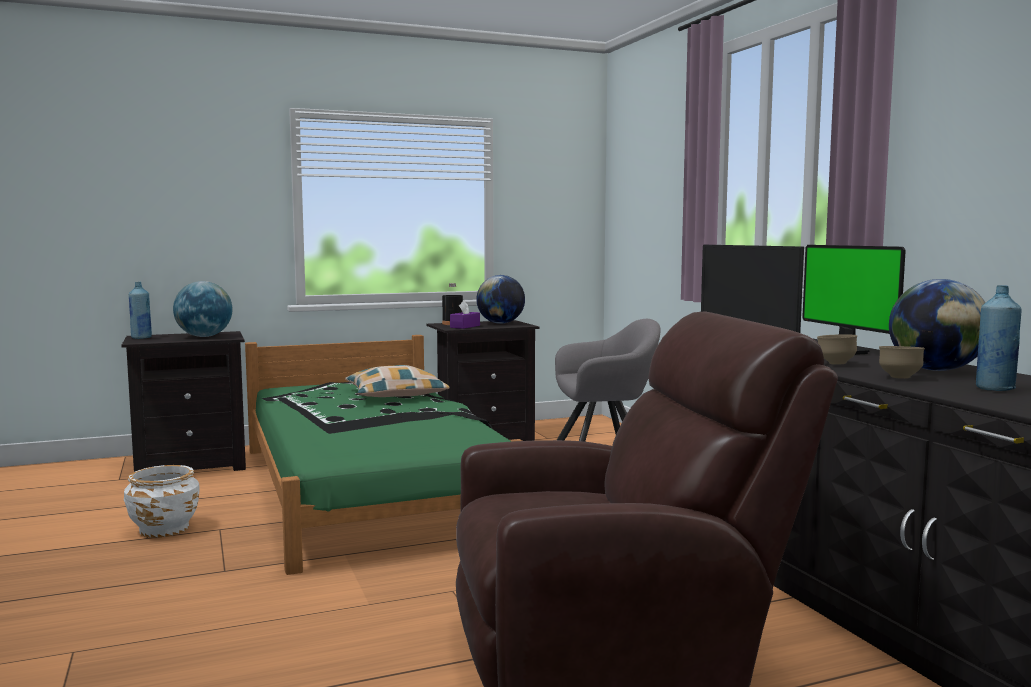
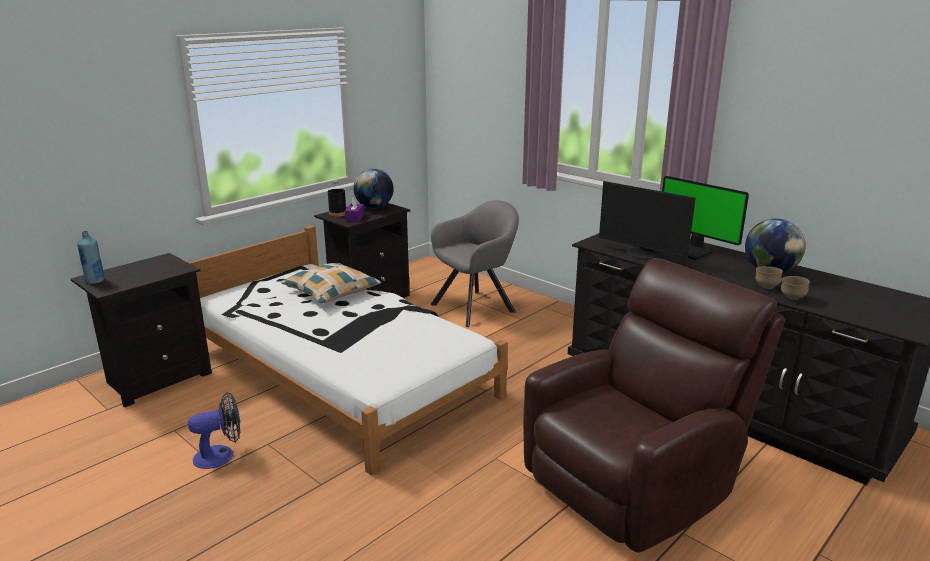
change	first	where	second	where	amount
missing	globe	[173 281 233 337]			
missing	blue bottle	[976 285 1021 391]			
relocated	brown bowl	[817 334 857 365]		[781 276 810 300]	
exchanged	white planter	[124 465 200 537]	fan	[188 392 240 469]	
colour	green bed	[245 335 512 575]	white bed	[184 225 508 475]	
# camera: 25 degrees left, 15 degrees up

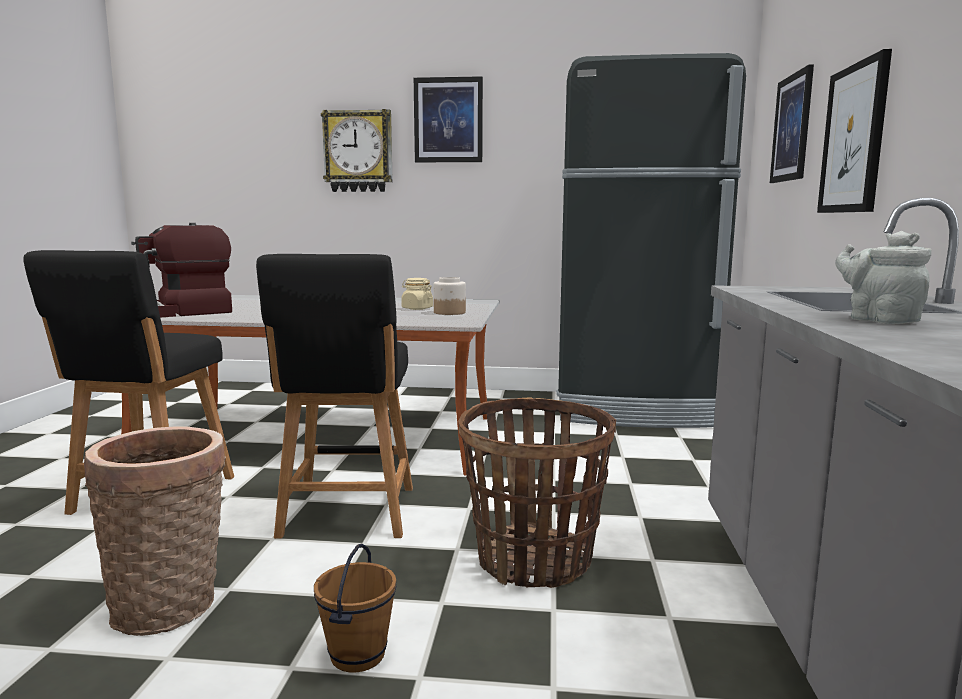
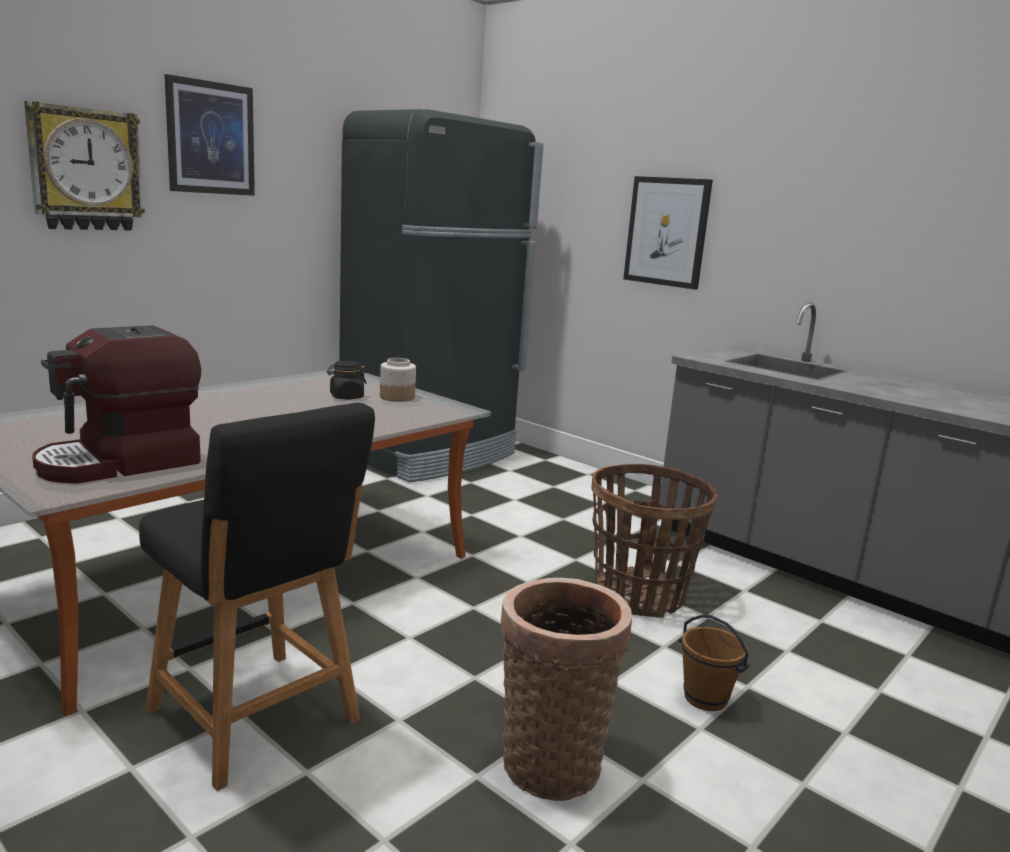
change	first	where	second	where	amount
missing	black stool	[256 254 413 539]			
missing	picture	[770 64 814 183]			
missing	grey teapot	[835 231 932 324]			
colour	beige jar	[401 278 433 310]	black jar	[327 361 367 399]	
spun	coffee machine	[131 223 232 317]		[32 325 201 484]	45 degrees clockwise
# camera: 55 degrees left, 5 degrees up

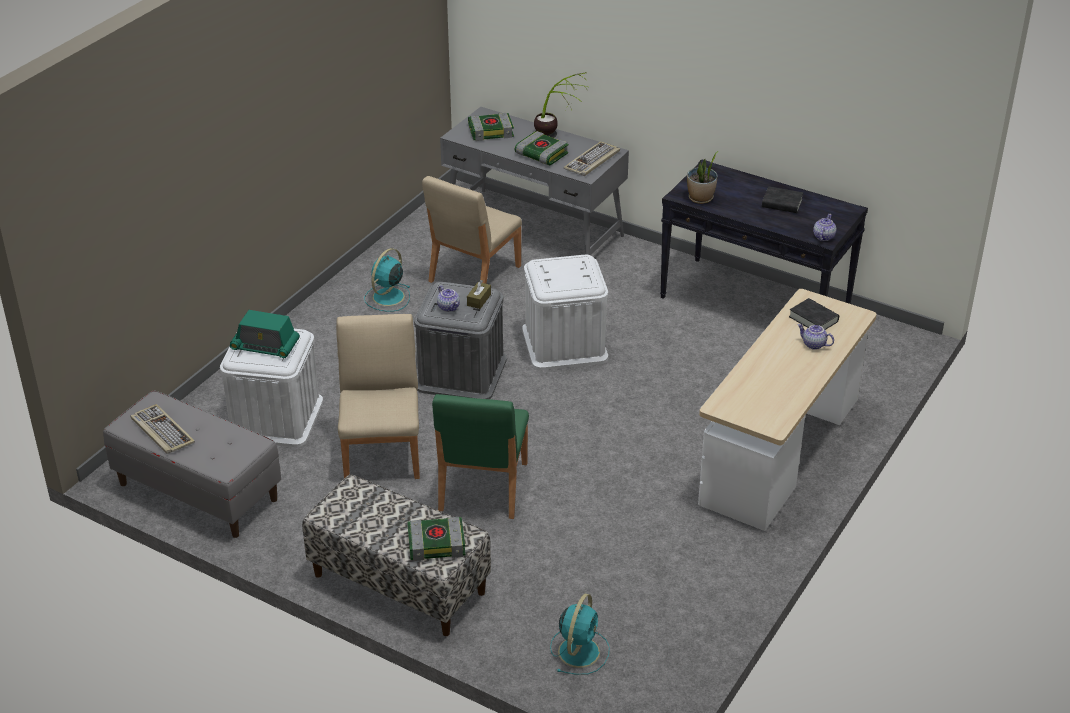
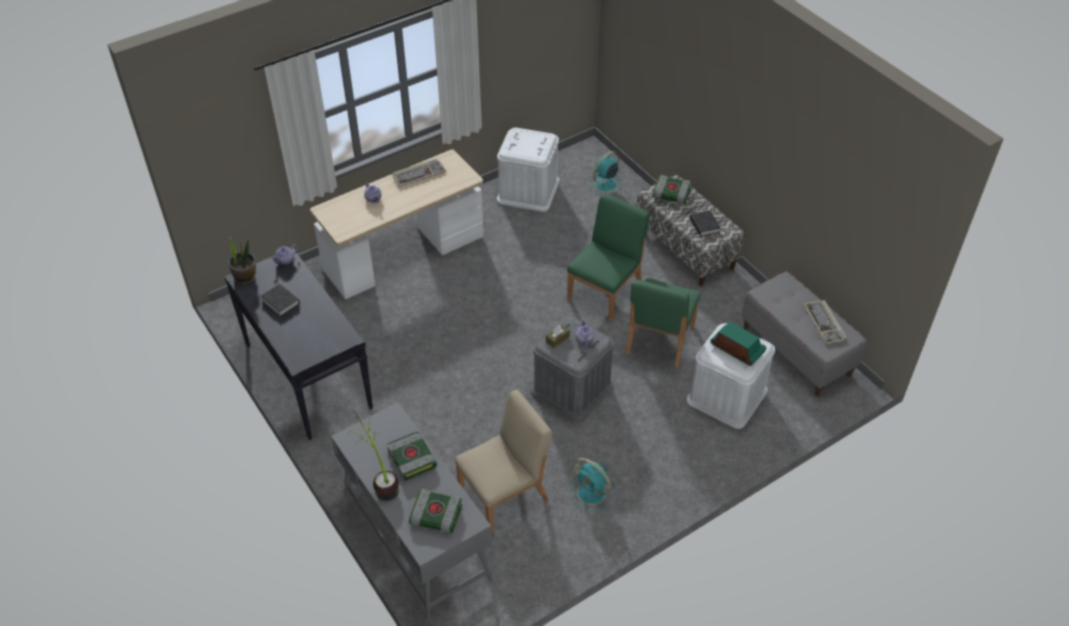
change	first	where	second	where	amount
relocated	white storage box	[522 255 608 370]		[497 128 560 212]	
relocated	keyboard	[564 141 620 176]		[393 159 446 187]	
relocated	potted plant	[687 151 718 204]		[229 237 256 284]	
relocated	black book	[789 298 839 330]		[690 210 721 237]	
colour	beige chair	[336 314 420 479]	green chair	[625 278 700 369]	
spun	turquoise fan	[364 248 410 312]		[569 458 615 512]	75 degrees clockwise
# camera: 155 degrees left, 10 degrees up

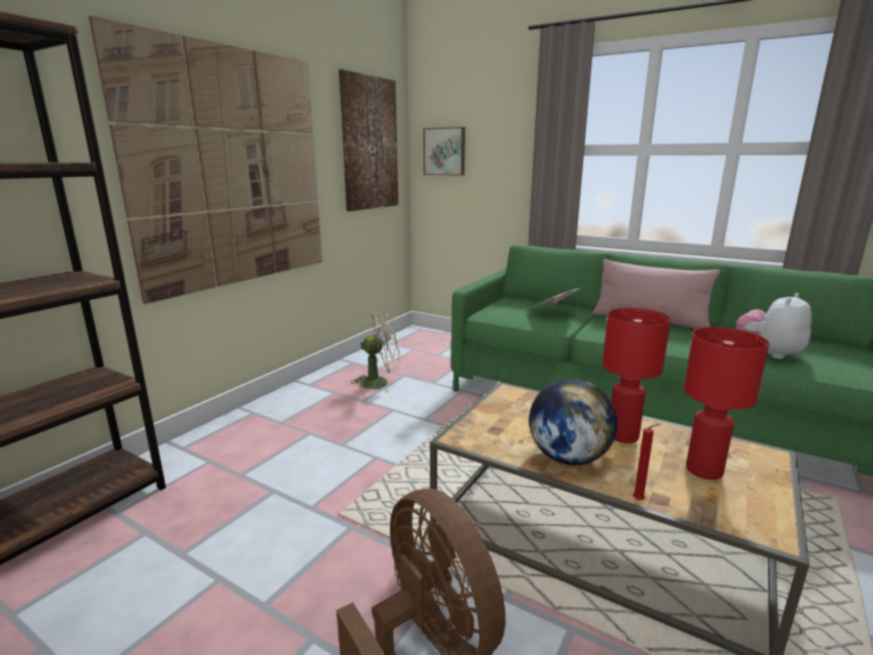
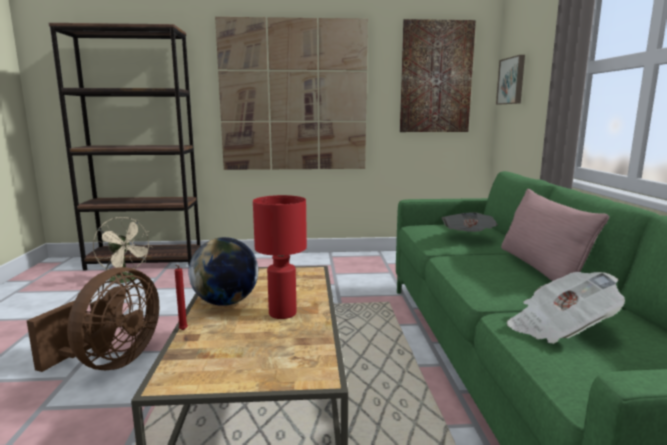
change	first	where	second	where	amount
missing	red table lamp	[684 327 769 480]			
relocated	beige fan	[351 311 401 392]		[93 217 153 287]	
exchanged	plush toy	[736 293 812 359]	newspaper	[507 272 625 344]	
# camera: 55 degrees right, 5 degrees down

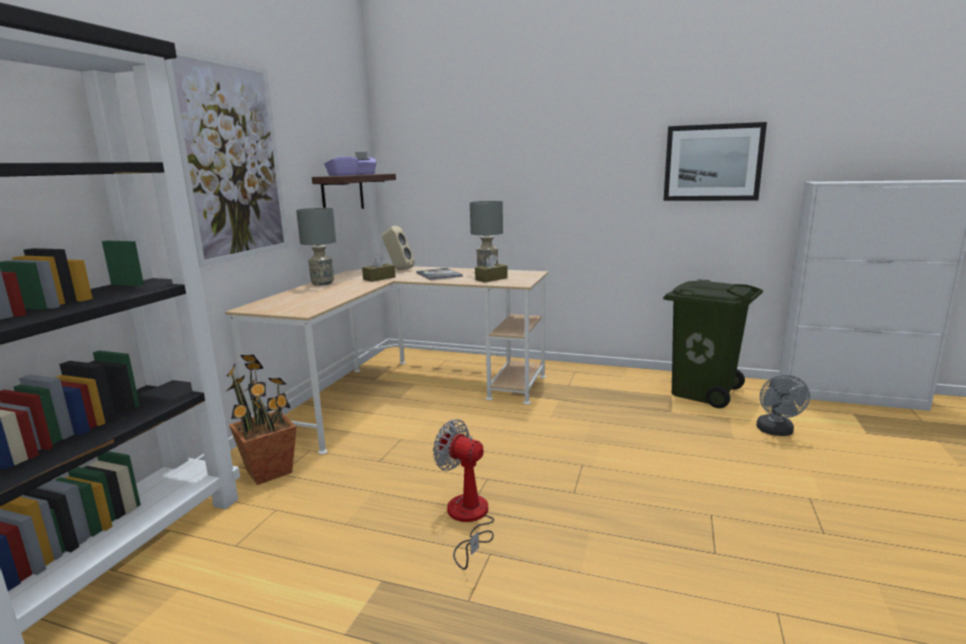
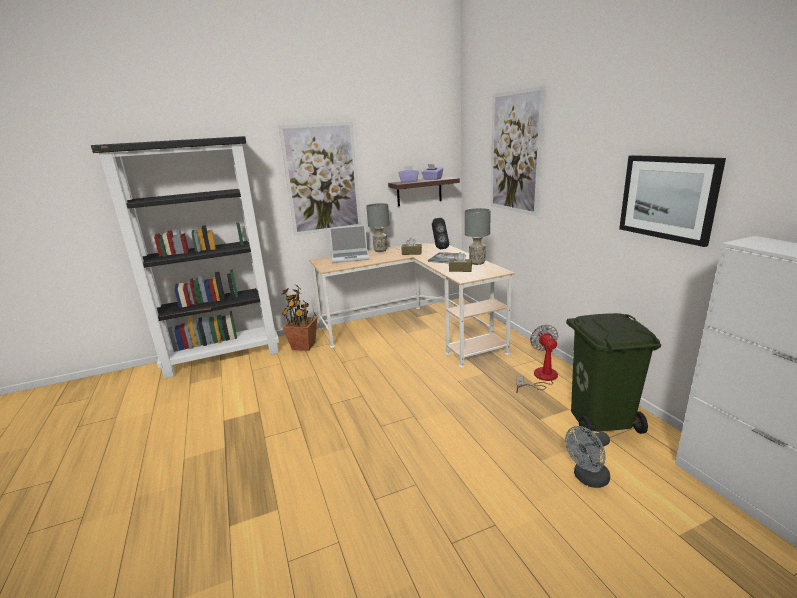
change	first	where	second	where	amount
appeared			laptop	[329 225 370 263]	
appeared			picture	[491 86 545 216]	
relocated	fan	[433 419 494 570]		[516 325 558 393]	
colour	beige speaker	[382 226 415 270]	black speaker	[432 218 449 249]	
# camera: 50 degrees right, 5 degrees up

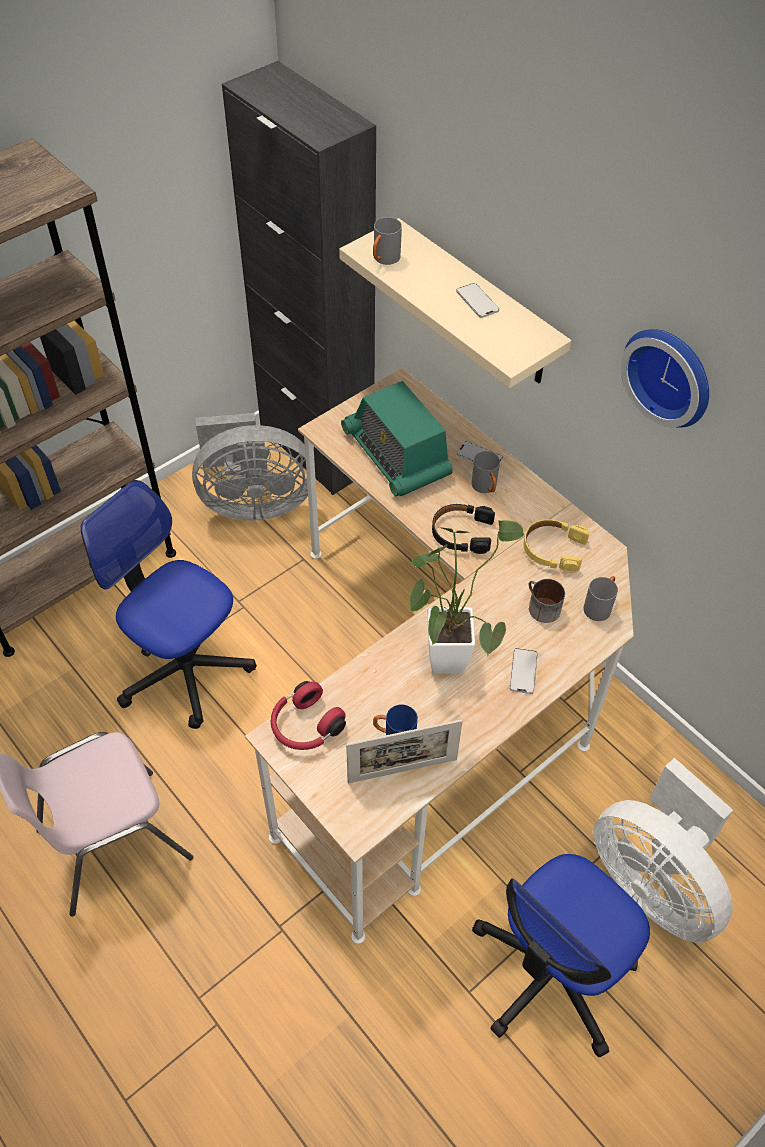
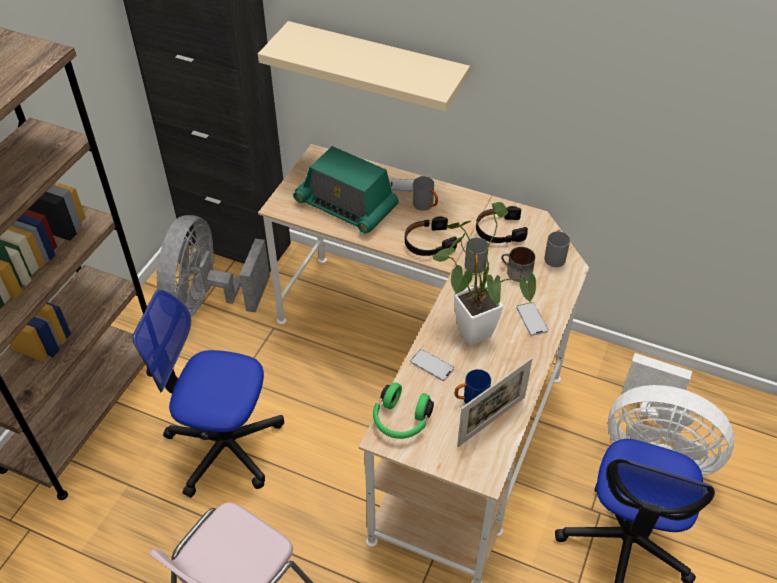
change	first	where	second	where	amount
missing	wall clock	[621 329 709 428]			
relocated	grey mug	[373 217 402 265]		[465 237 489 274]	
relocated	phone	[456 283 499 318]		[410 349 454 381]	
colour	red headphones	[271 681 346 750]	green headphones	[373 383 434 439]	
colour	yellow headphones	[524 519 589 573]	black headphones	[476 206 528 243]	
spun	grey fan	[192 413 308 521]		[157 215 270 317]	135 degrees clockwise
# camera: 25 degrees left, 5 degrees down

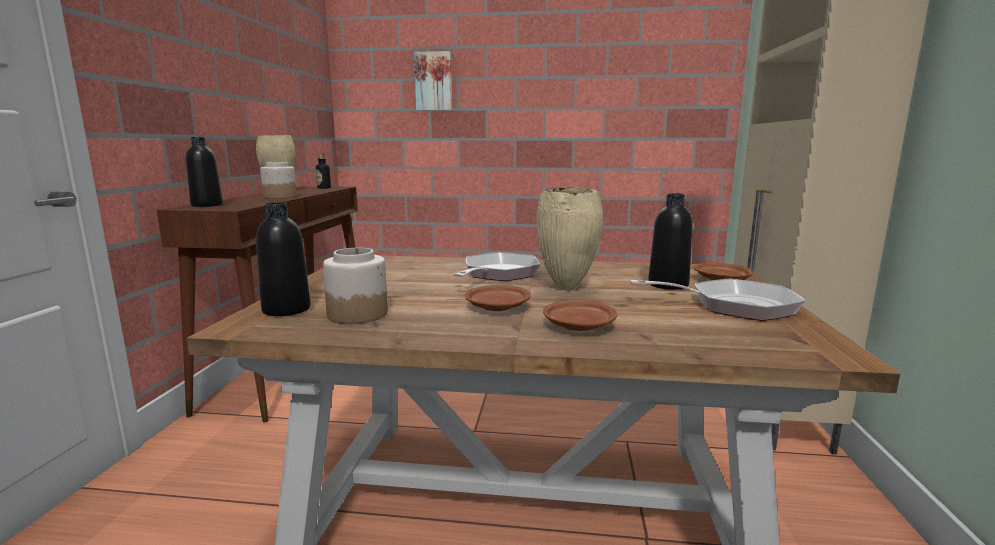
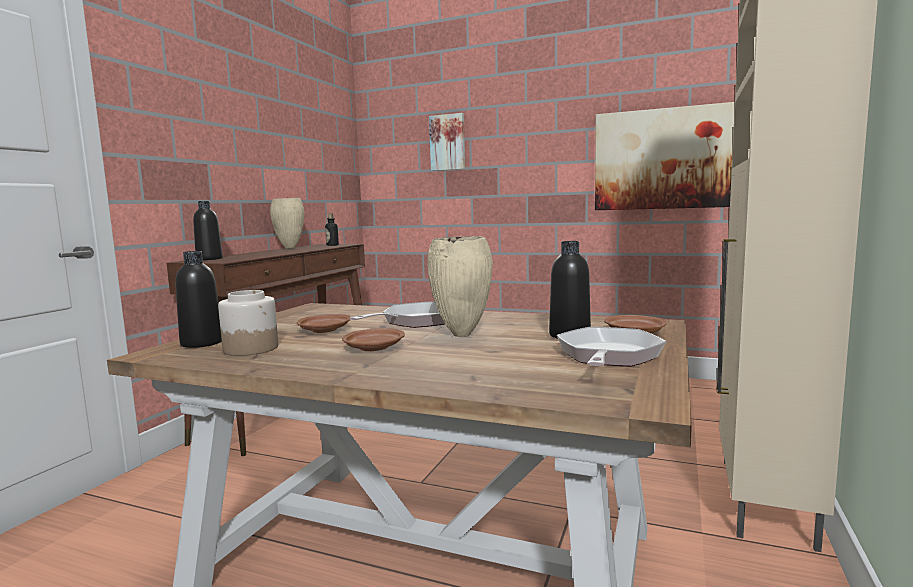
change	first	where	second	where	amount
missing	jar	[260 162 297 199]			
appeared			picture	[595 102 735 210]	
relocated	brown plate	[543 300 617 331]		[296 314 351 333]	
spun	frying pan	[630 278 805 321]		[557 327 666 367]	90 degrees counterclockwise
# camera: 15 degrees right, 5 degrees down

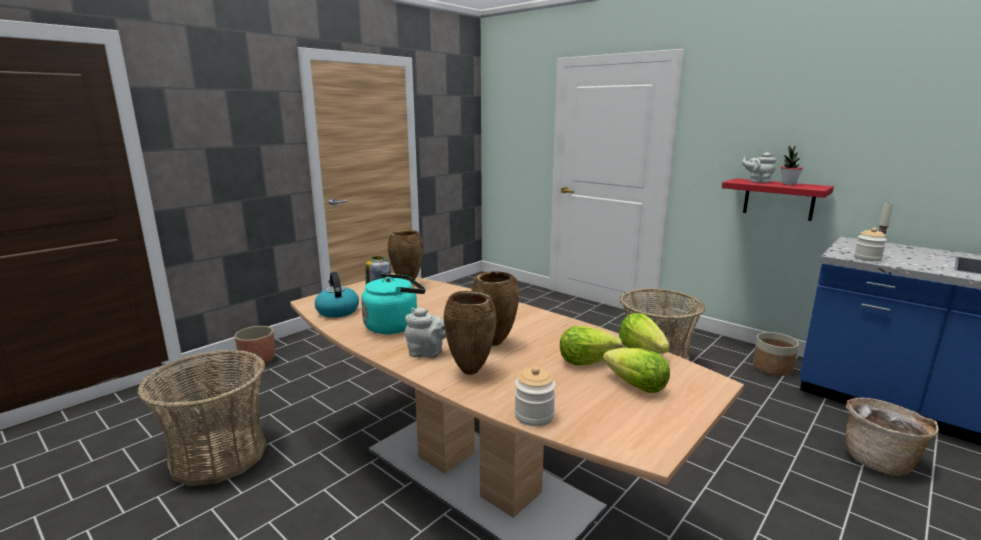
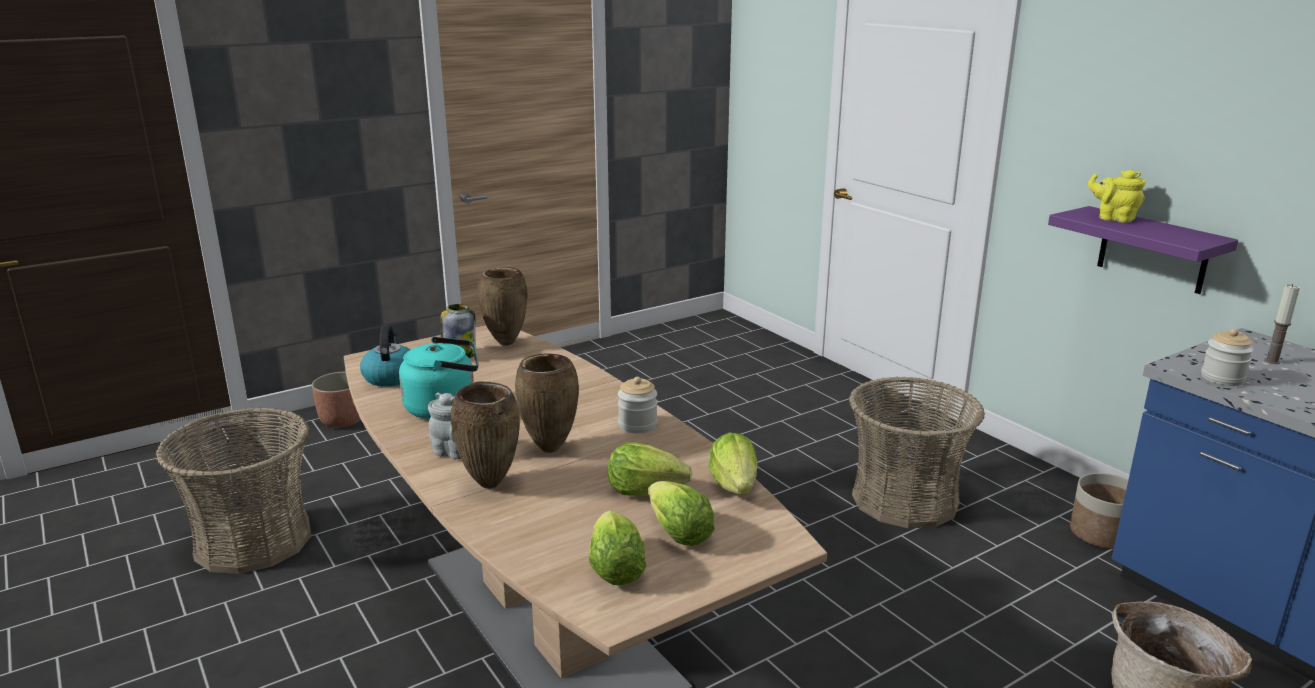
change	first	where	second	where	amount
missing	potted plant	[781 145 803 185]			
appeared			lettuce	[589 510 647 585]	
relocated	jar	[515 366 556 426]		[618 377 657 433]	
colour	red shelf	[722 178 834 221]	purple shelf	[1048 206 1238 294]	
colour	grey teapot	[742 152 776 183]	yellow teapot	[1088 170 1145 223]	
# camera: 15 degrees right, 5 degrees up

